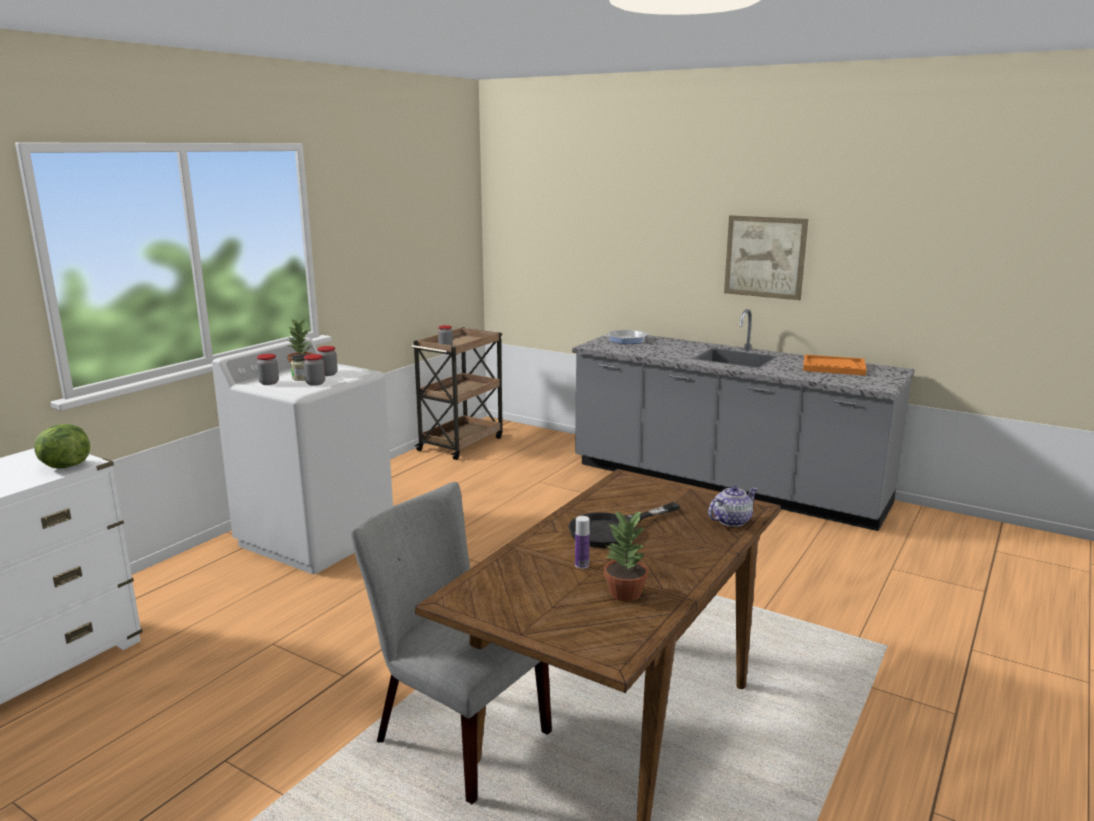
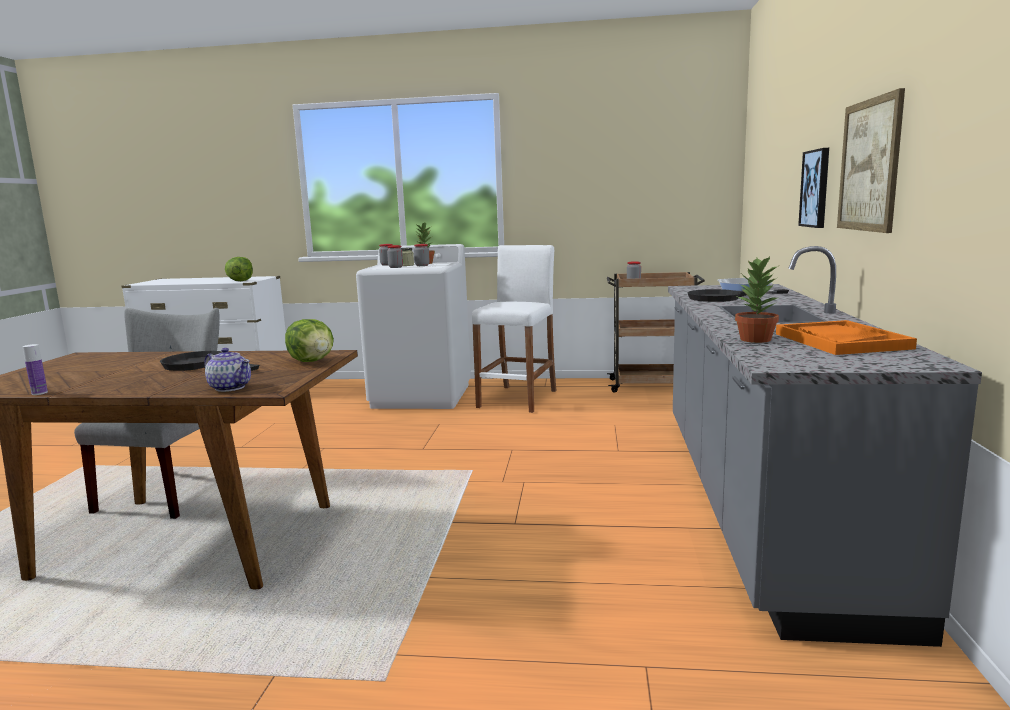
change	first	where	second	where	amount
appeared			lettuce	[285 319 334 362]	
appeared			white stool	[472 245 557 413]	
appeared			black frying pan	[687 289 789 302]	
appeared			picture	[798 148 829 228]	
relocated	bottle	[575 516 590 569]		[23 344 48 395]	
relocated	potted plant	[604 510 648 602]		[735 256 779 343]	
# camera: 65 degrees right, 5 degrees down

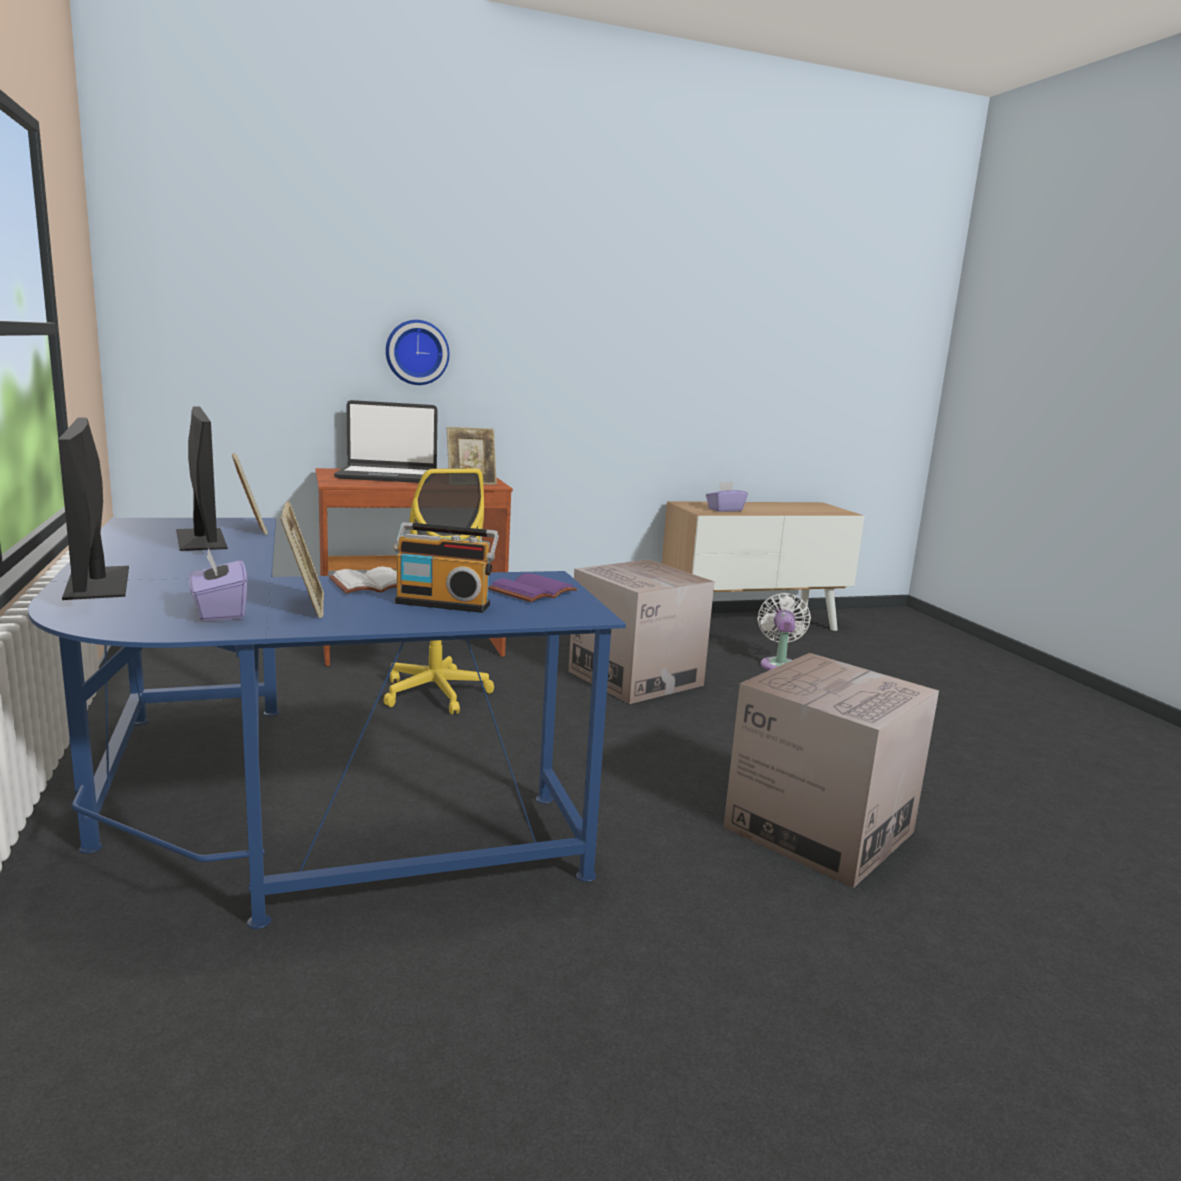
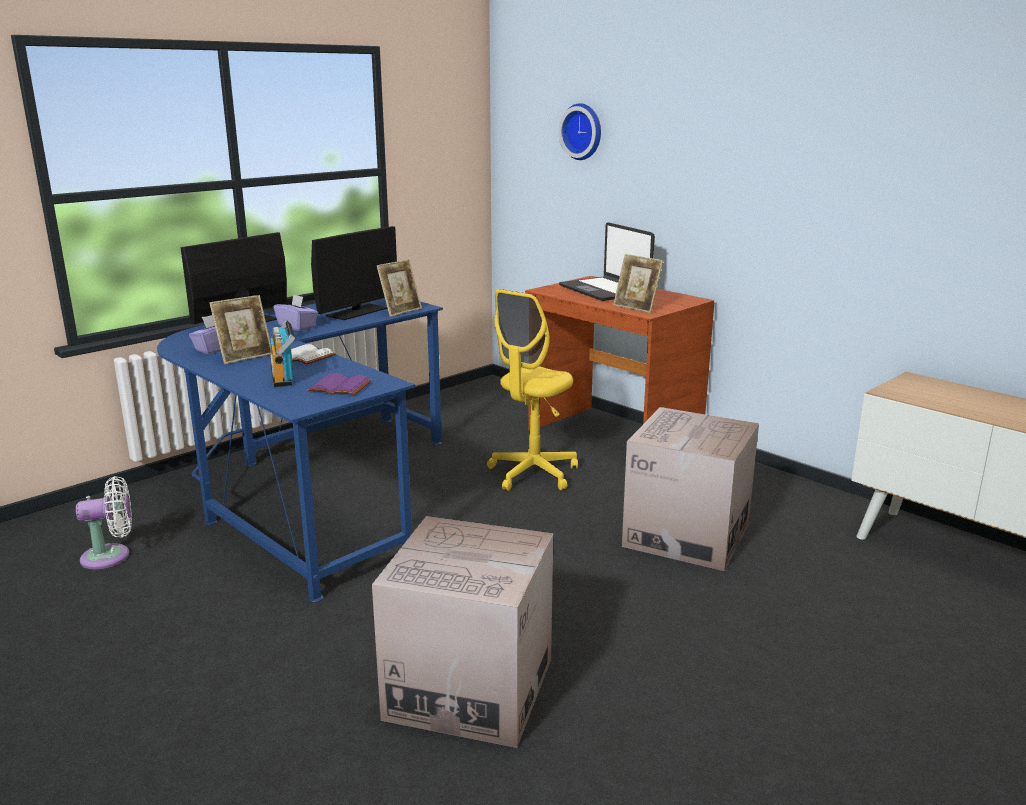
change	first	where	second	where	amount
relocated	wall clock	[386 320 450 385]		[559 103 601 160]	
relocated	purple tissue box	[706 481 748 512]		[273 294 318 331]	
relocated	white fan	[758 593 811 670]		[76 476 132 569]	
# camera: 65 degrees right, 5 degrees up

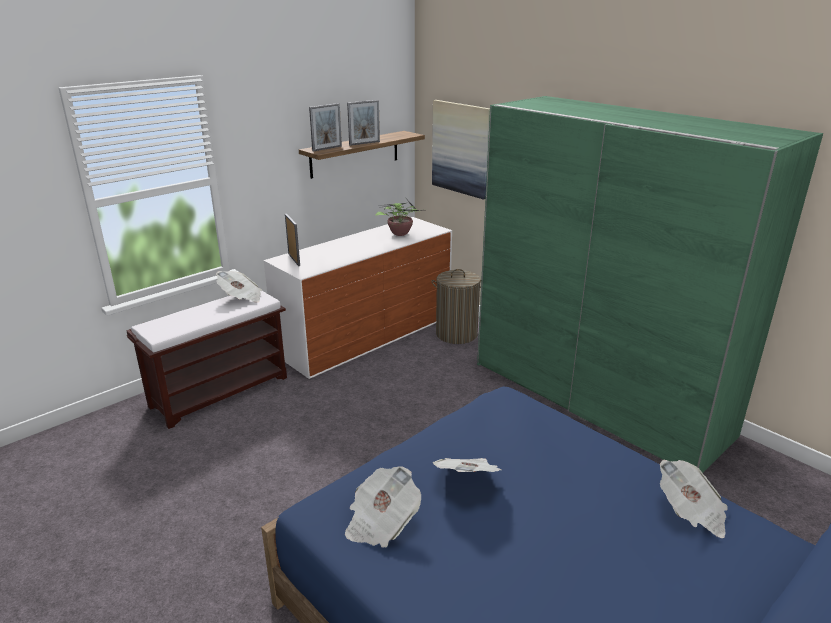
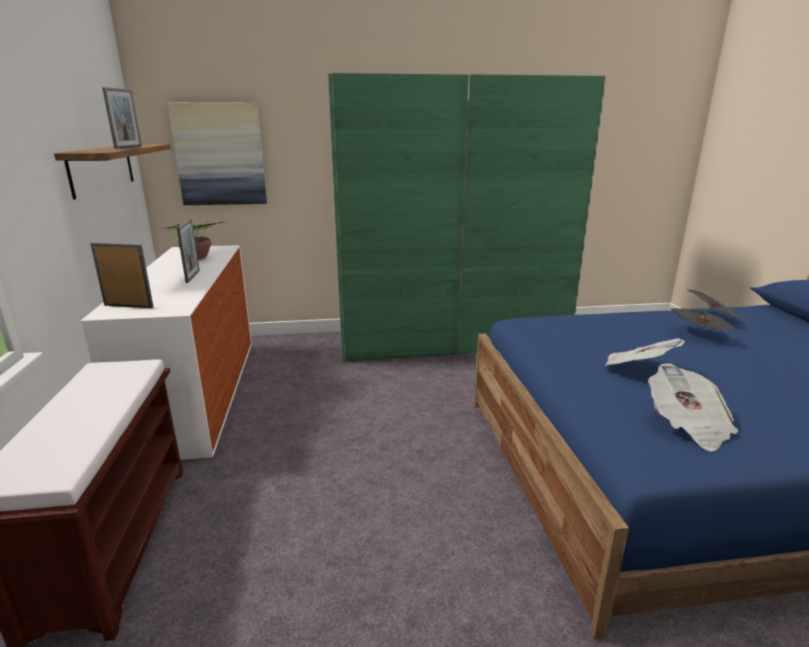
change	first	where	second	where	amount
missing	laundry basket	[431 269 481 344]			
relocated	newspaper	[216 271 262 302]		[670 308 735 330]	
relocated	picture frame	[309 103 342 151]		[177 219 200 283]	
# camera: 55 degrees left, 5 degrees down

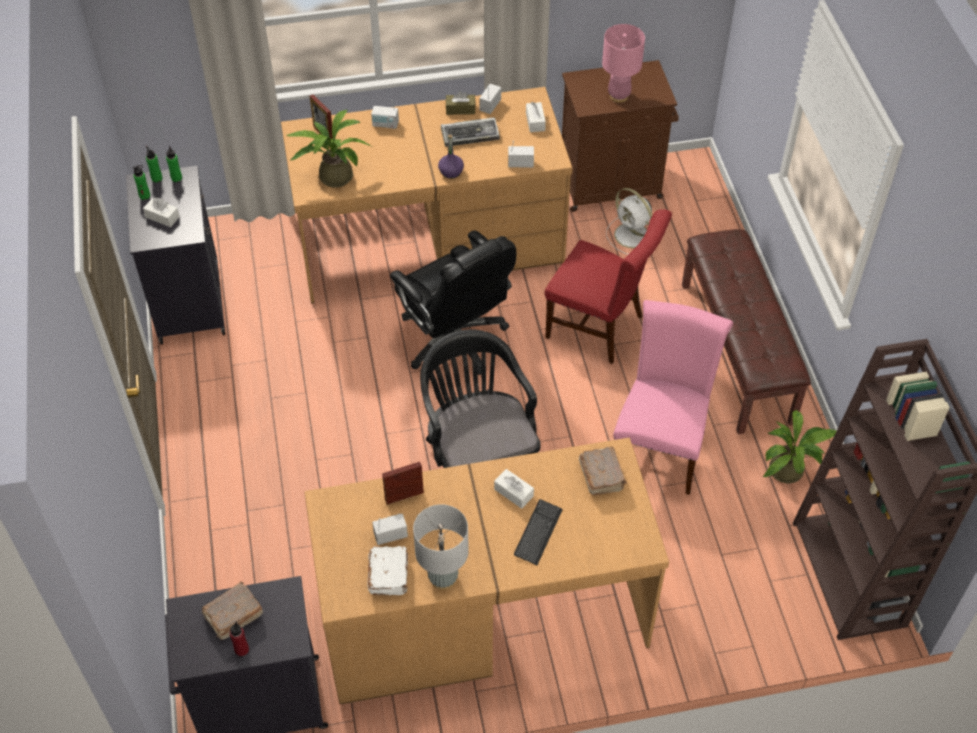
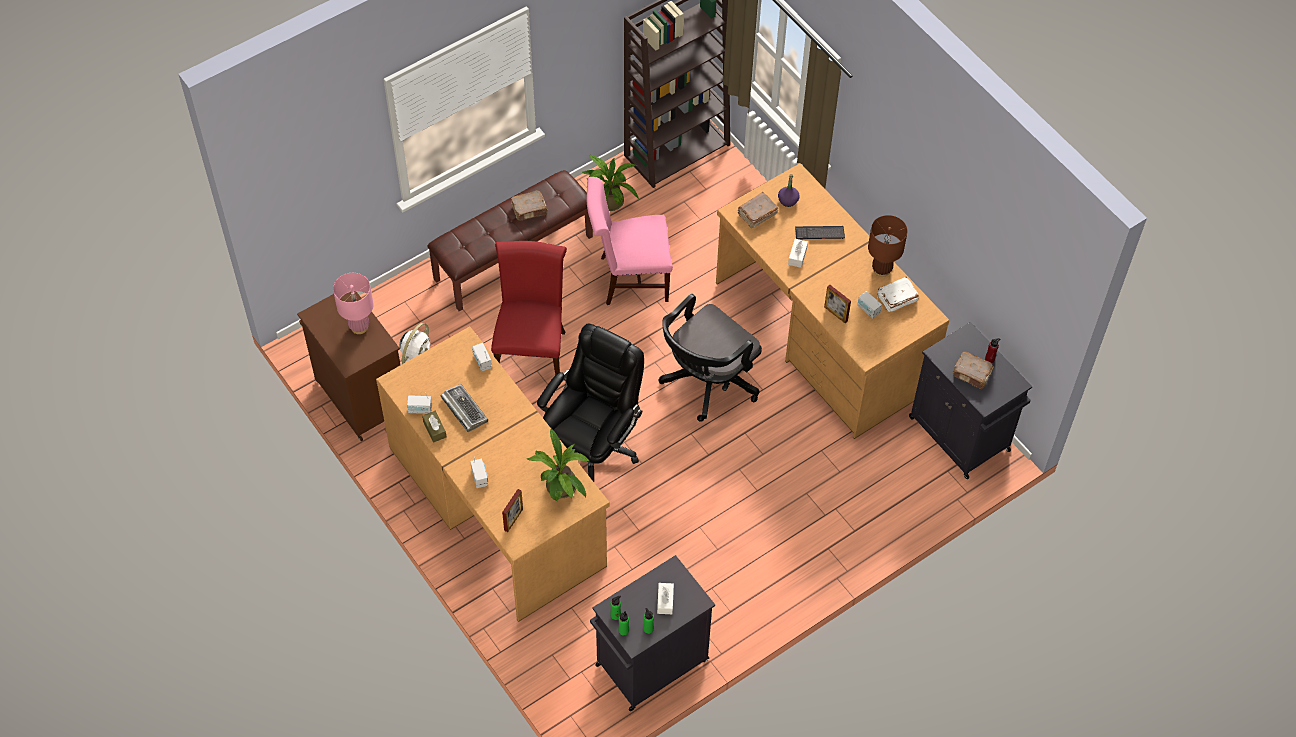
change	first	where	second	where	amount
missing	white tissue box	[526 102 546 132]			
appeared			brown book	[511 191 547 221]	
relocated	purple bottle	[438 134 464 179]		[778 174 800 207]	
colour	grey table lamp	[413 504 469 590]	brown table lamp	[868 215 908 277]	
# camera: 115 degrees left, 5 degrees up

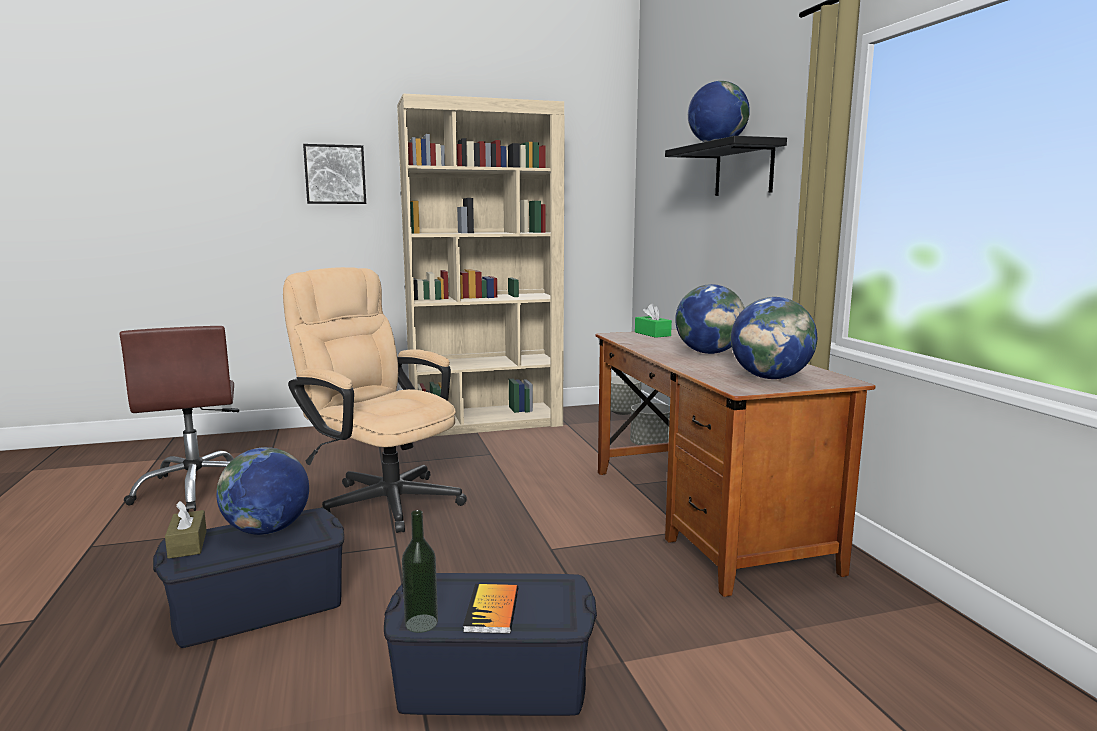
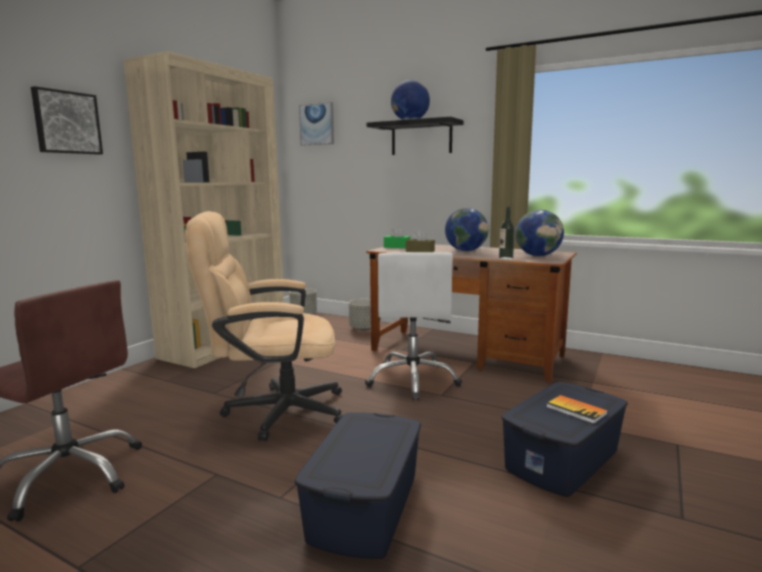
change	first	where	second	where	amount
missing	globe	[216 447 309 535]			
appeared			picture	[299 102 334 146]	
appeared			white office chair	[365 252 462 400]	
relocated	brown tissue box	[165 501 207 559]		[406 229 435 252]	
relocated	bottle	[402 510 438 633]		[499 207 515 260]	
# camera: 45 degrees left, 0 degrees up

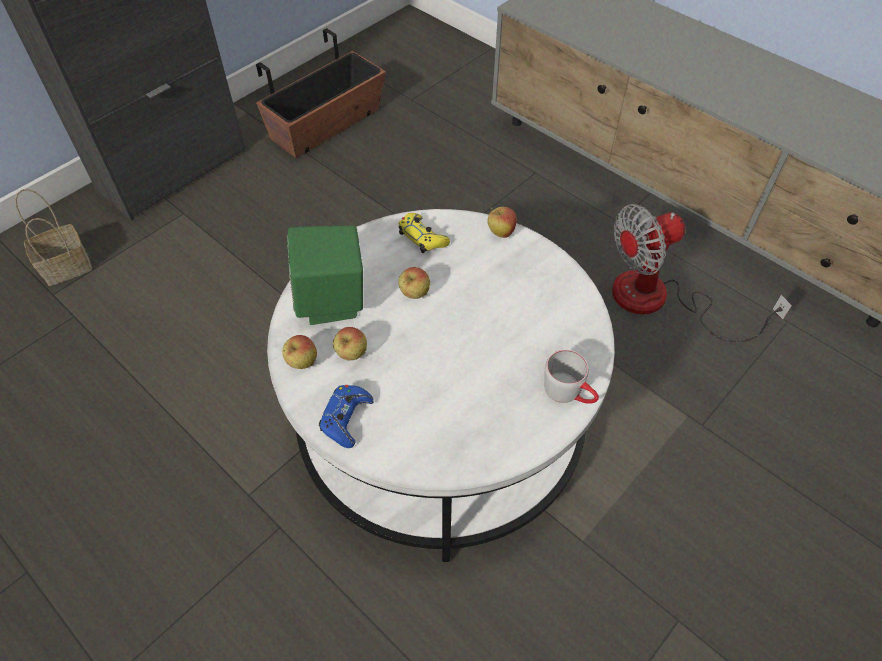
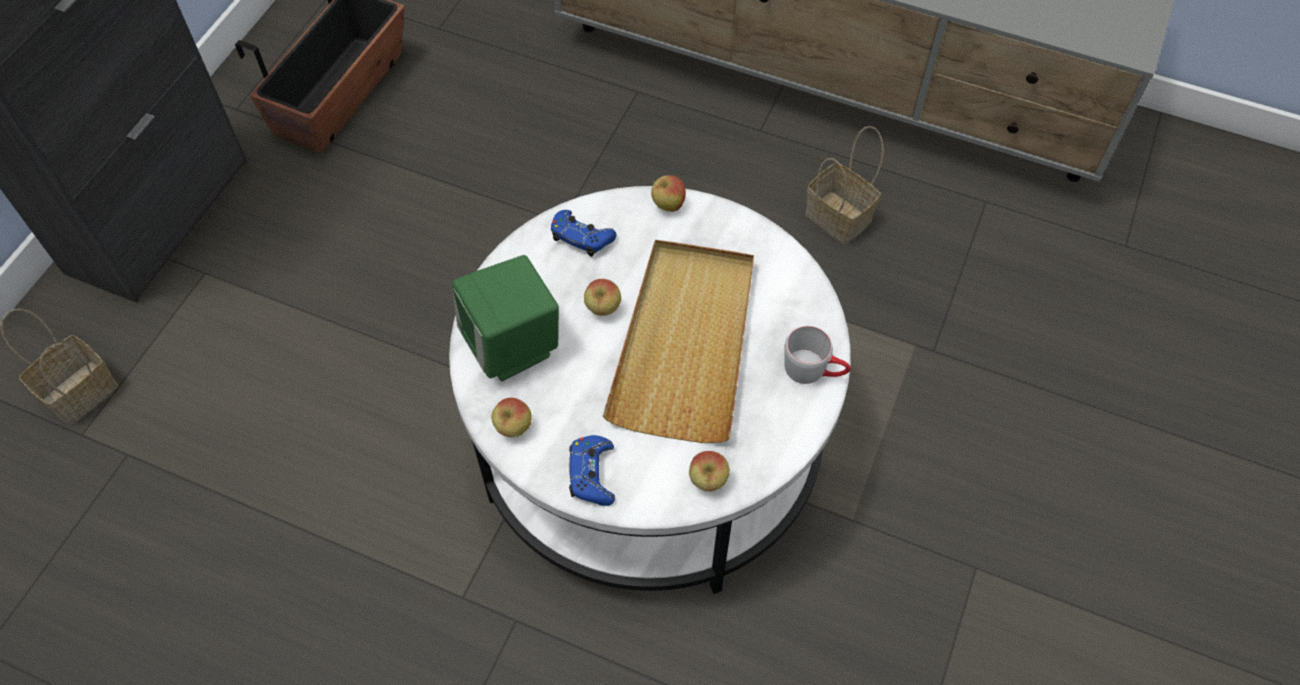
change	first	where	second	where	amount
appeared			beige tray	[603 240 754 443]	
relocated	apple	[333 327 367 360]		[689 451 730 491]	
exchanged	fan	[612 204 792 342]	basket	[805 126 884 244]	
colour	yellow game controller	[399 213 450 253]	blue game controller	[551 210 616 257]	
# camera: 20 degrees left, 5 degrees up

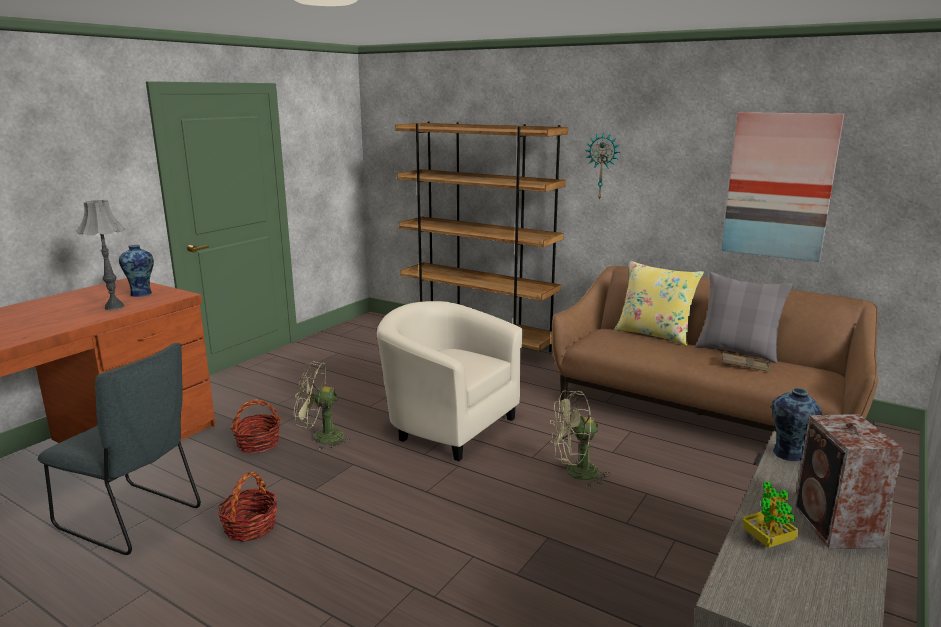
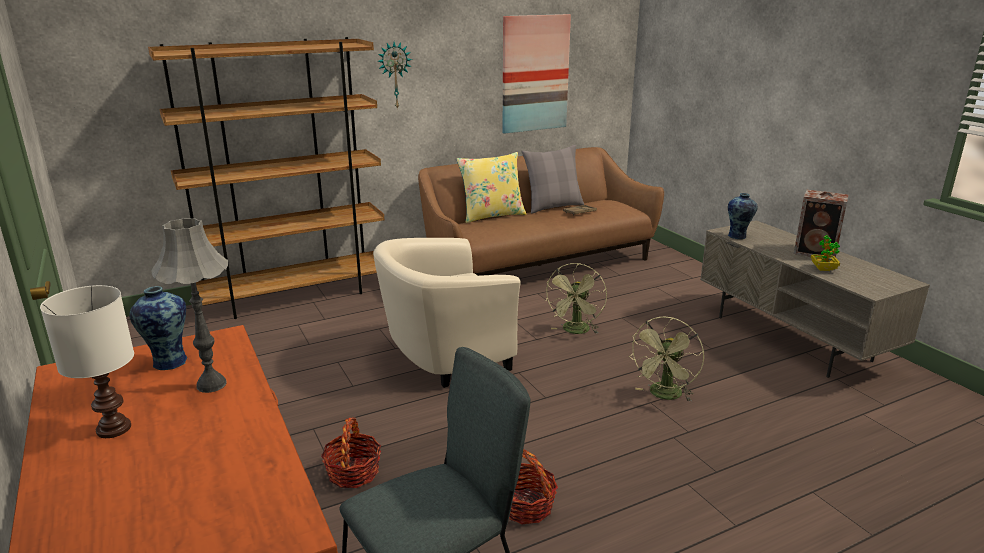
change	first	where	second	where	amount
appeared			white table lamp	[40 285 134 438]	
relocated	green fan	[294 362 350 450]		[629 317 704 402]	
# camera: 60 degrees left, 5 degrees up

